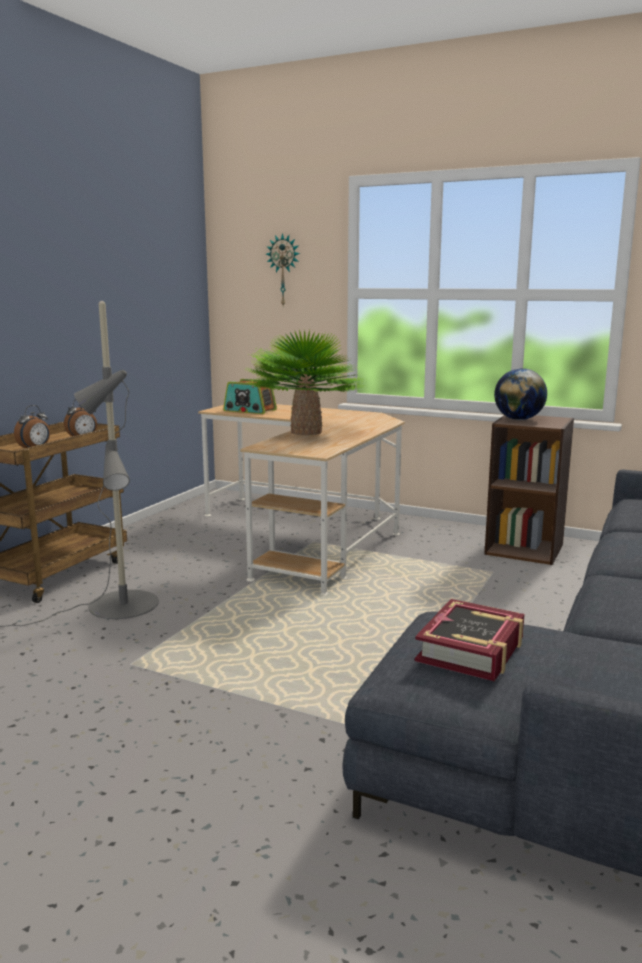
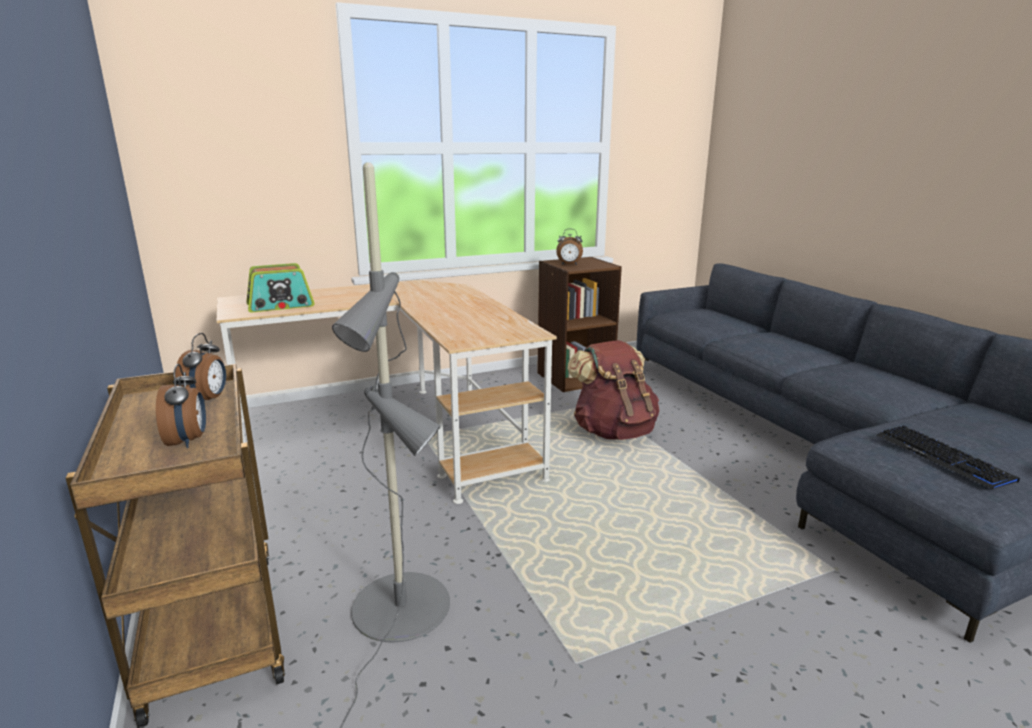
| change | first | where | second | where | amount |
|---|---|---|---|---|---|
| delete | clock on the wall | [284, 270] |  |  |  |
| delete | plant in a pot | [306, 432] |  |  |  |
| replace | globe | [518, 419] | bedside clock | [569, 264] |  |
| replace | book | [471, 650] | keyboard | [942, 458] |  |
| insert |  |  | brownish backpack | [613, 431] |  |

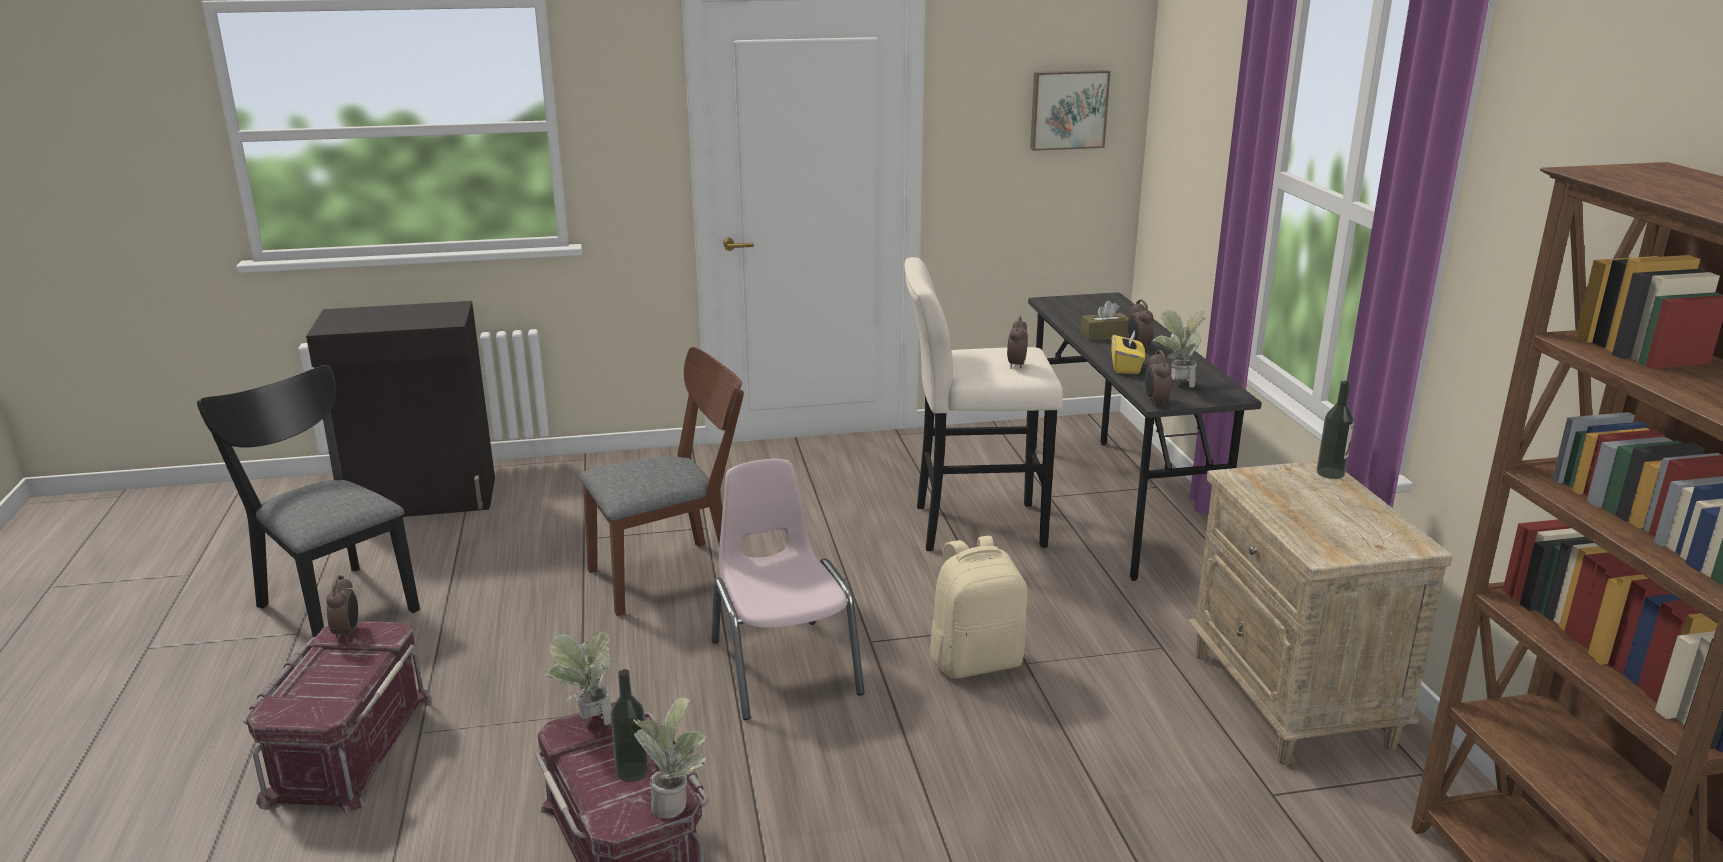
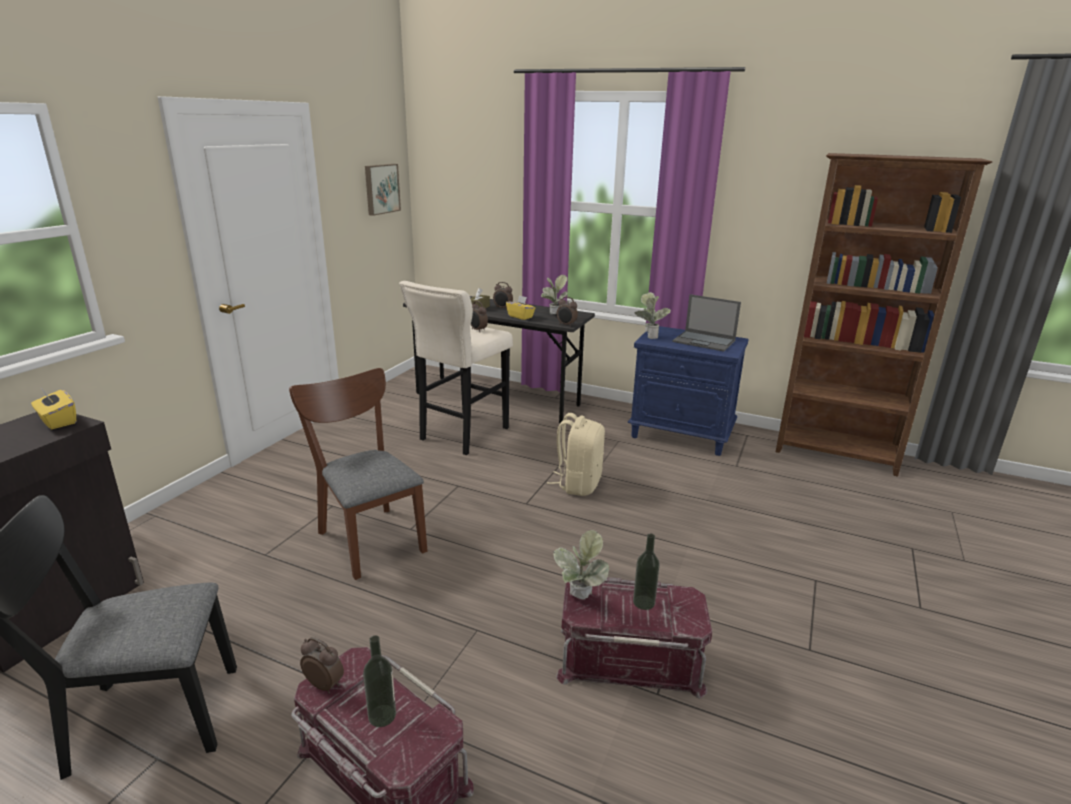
| change | first | where | second | where | amount |
|---|---|---|---|---|---|
| rotate | brownish upright chair | [674, 575] |  | [368, 537] | 45 degrees counterclockwise |
| move | drink bottle | [1330, 473] |  | [382, 715] |  |
| delete | pinkish upright chair | [783, 667] |  |  |  |
| recolor | beige-coloured bedside table | [1292, 700] | blue bedside table | [682, 435] |  |
| move | plant in a pot | [675, 802] |  | [649, 336] |  |
| insert |  |  | notebook computer | [704, 341] |  |
| insert |  |  | yellowish box of tissues | [57, 421] |  |

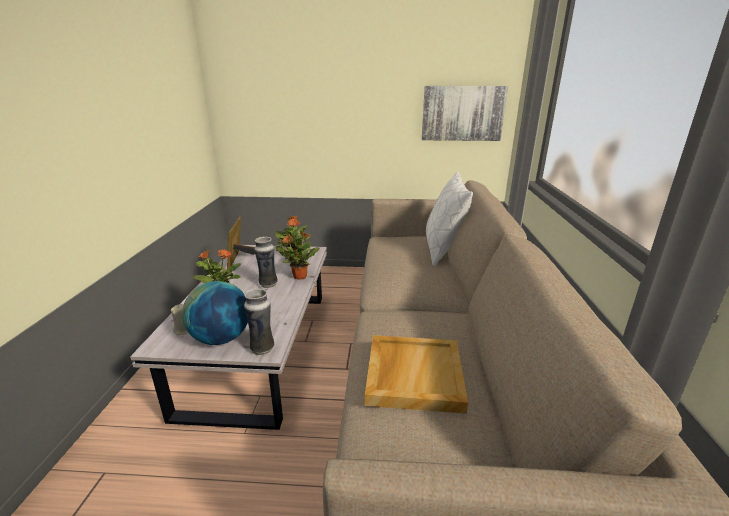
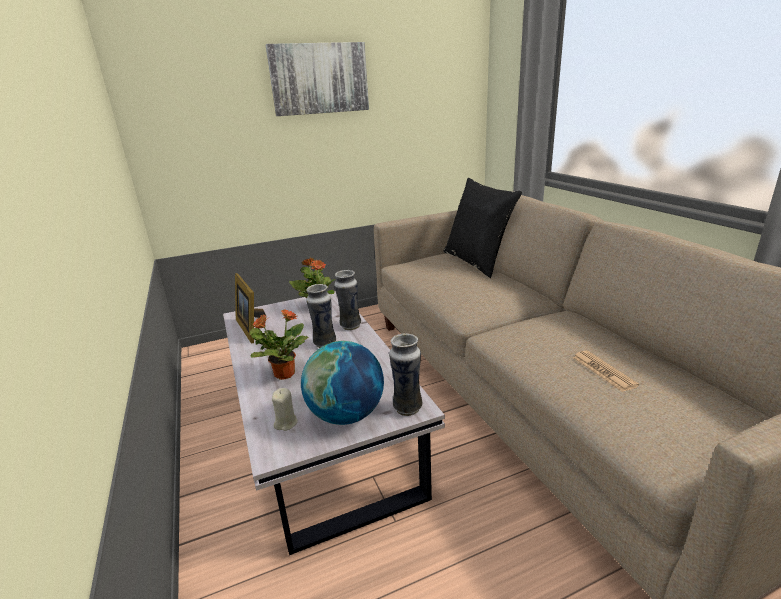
| change | first | where | second | where | amount |
|---|---|---|---|---|---|
| move | wall art | [462, 113] |  | [319, 79] |  |
| recolor | whitish throw pillow | [443, 250] | blackish throw pillow | [477, 261] |  |
| replace | plant in a pot | [299, 276] | vase | [350, 326] |  |
| replace | beige-coloured carrying tray | [413, 374] | newspaper | [603, 371] |  |

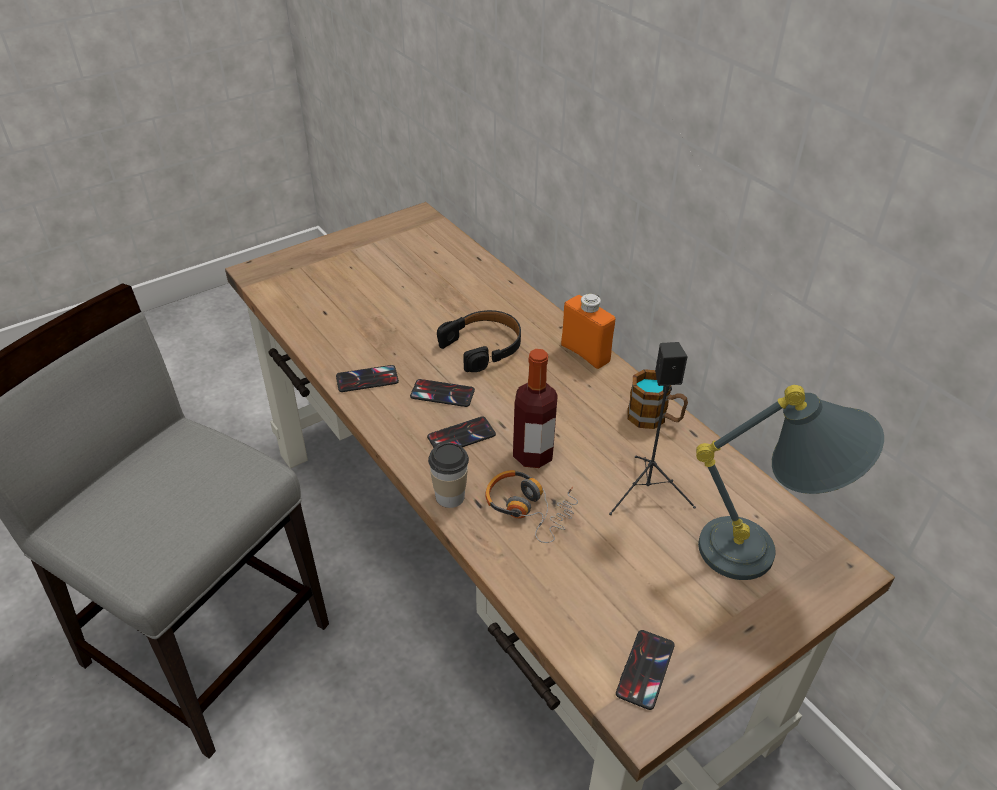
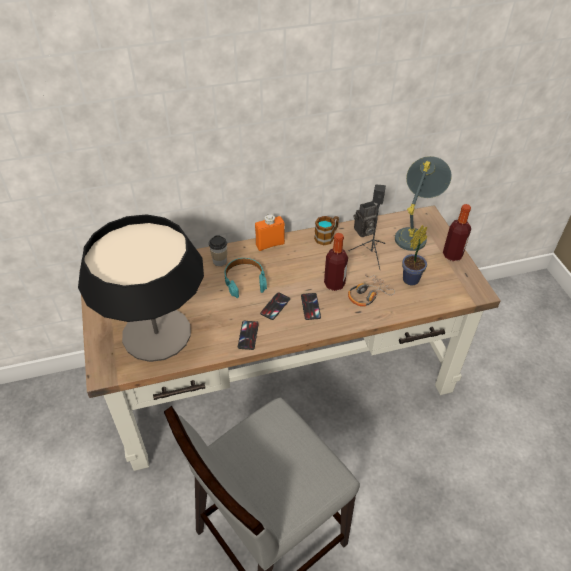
| change | first | where | second | where | amount |
|---|---|---|---|---|---|
| recolor | blackish headset | [483, 346] | turquoise headset | [245, 280] |  |
| move | drinking cup | [450, 496] |  | [219, 261] |  |
| delete | phone | [645, 669] |  |  |  |
| insert |  |  | photo camera | [364, 232] |  |
| insert |  |  | drink bottle | [452, 255] |  |
| insert |  |  | lamp for a table | [157, 333] |  |
| insert |  |  | plant in a pot | [412, 278] |  |

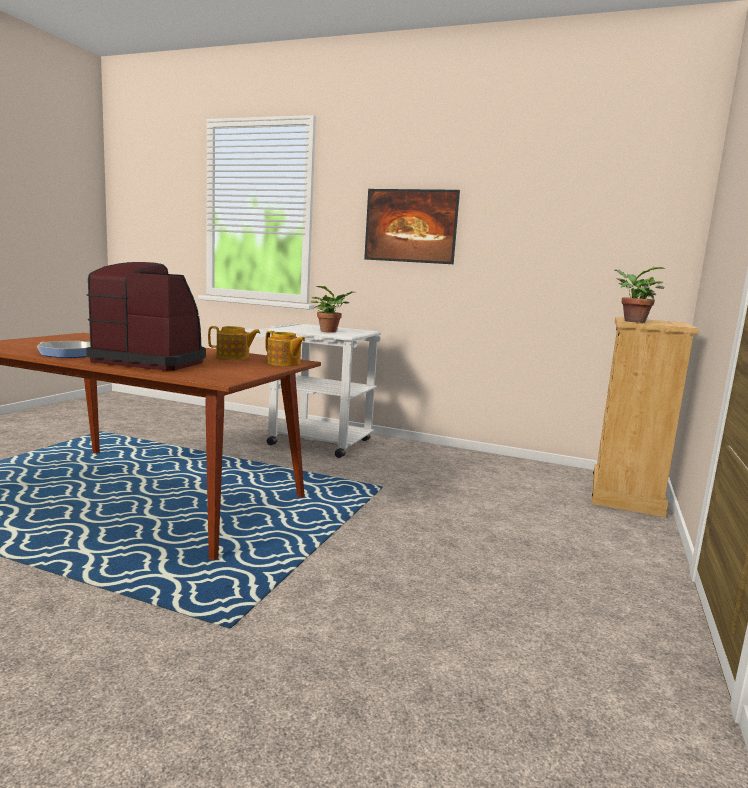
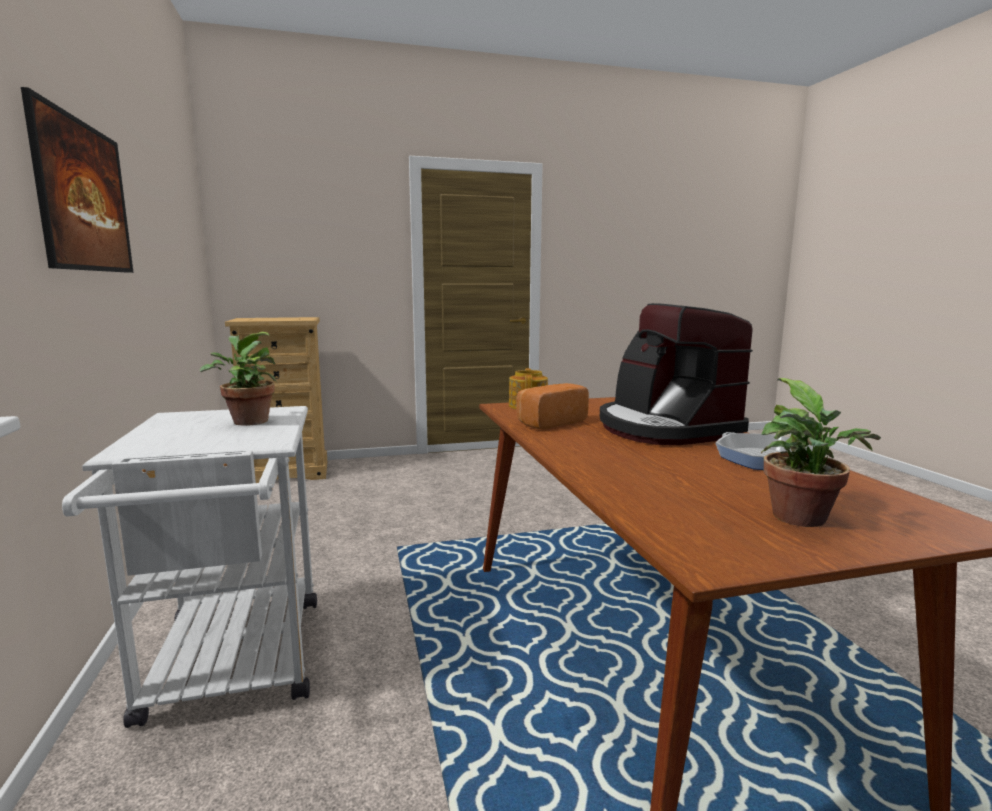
| change | first | where | second | where | amount |
|---|---|---|---|---|---|
| move | plant in a pot | [631, 321] |  | [803, 520] |  |
| replace | teapot | [233, 356] | baked bread | [549, 422] |  |

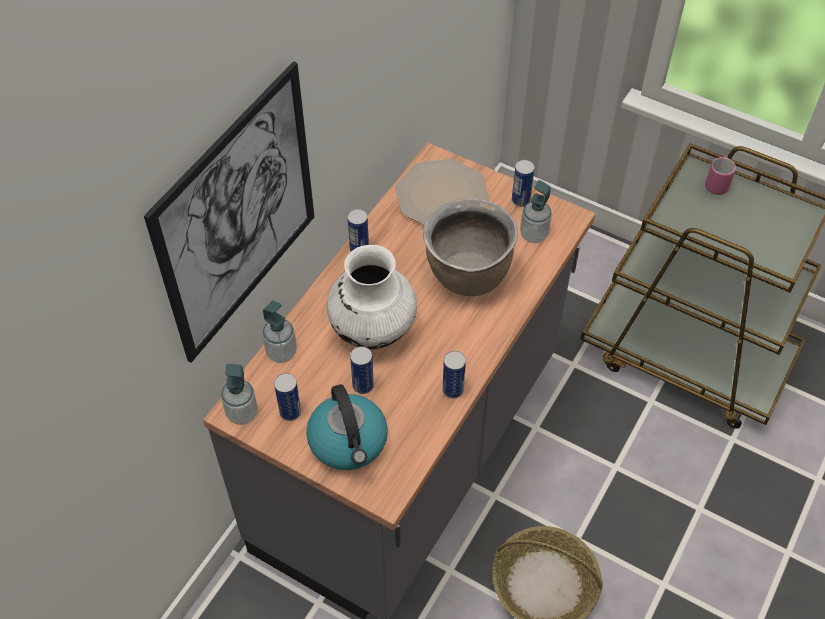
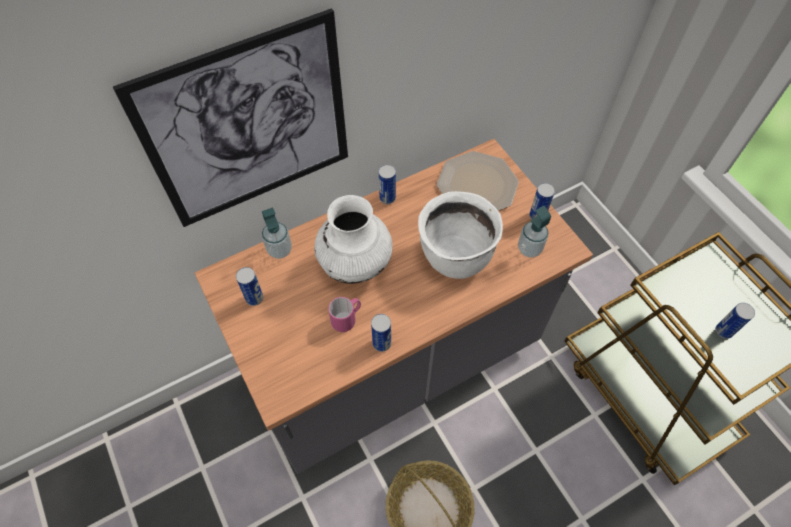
| change | first | where | second | where | amount |
|---|---|---|---|---|---|
| move | pinkish tea mug | [717, 184] |  | [347, 319] |  |
| recolor | brownish stockpot | [467, 275] | whitish stockpot | [455, 256] |  |
| move | can | [363, 385] |  | [723, 331] |  |
| delete | soap dispenser | [242, 413] |  |  |  |
| delete | kettle | [349, 442] |  |  |  |

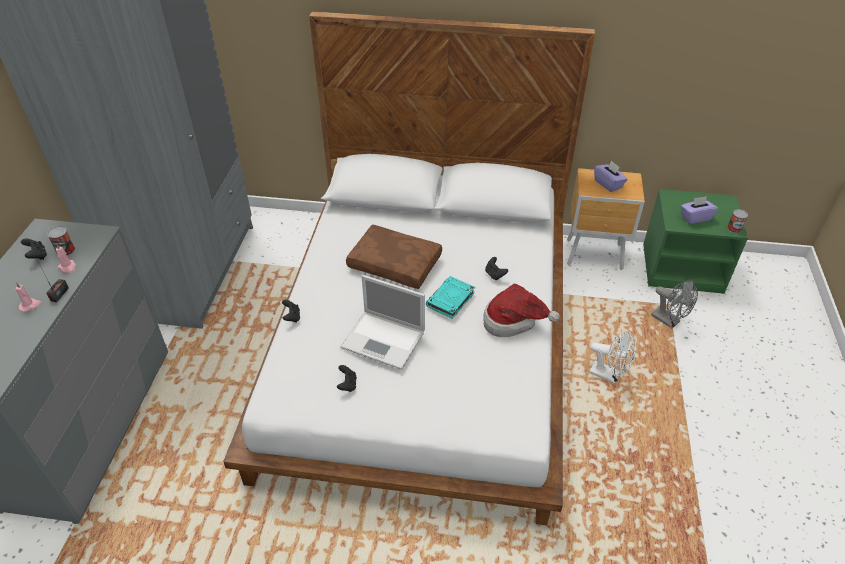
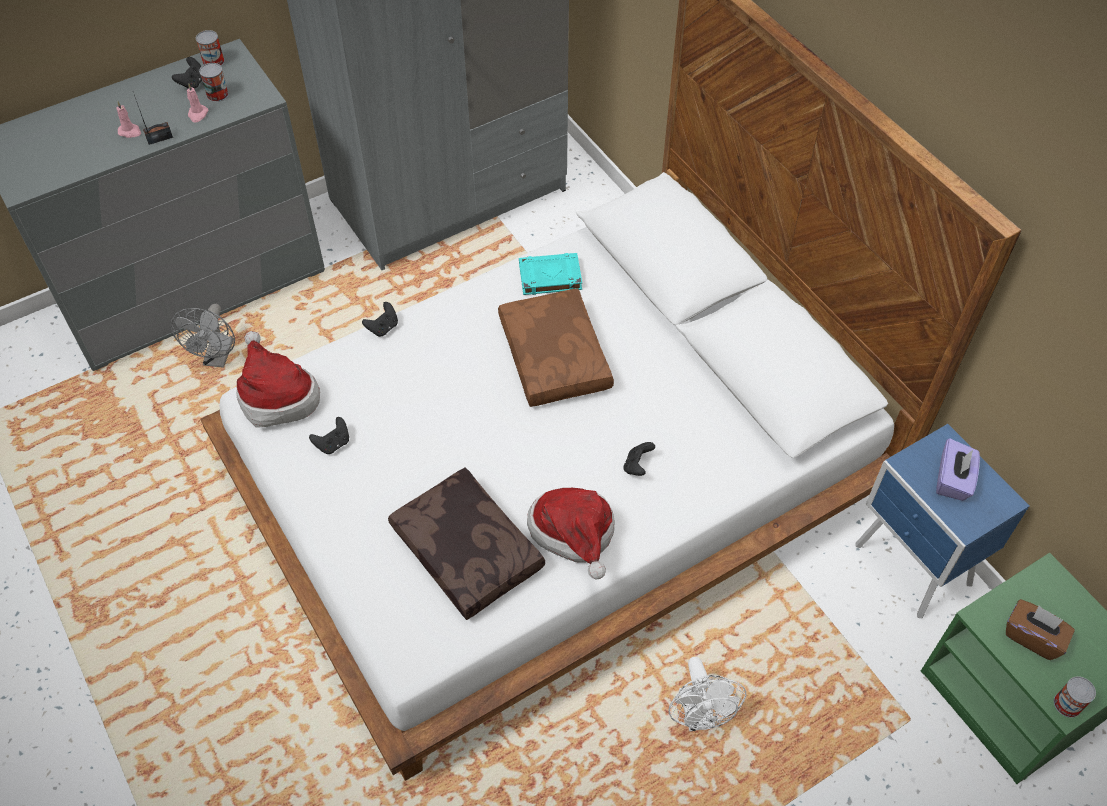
| change | first | where | second | where | amount |
|---|---|---|---|---|---|
| recolor | brownish bedside table | [595, 255] | blue bedside table | [913, 568] |  |
| recolor | purple box of tissues | [695, 218] | brownish box of tissues | [1032, 637] |  |
| delete | notebook computer | [385, 340] |  |  |  |
| move | turquoise book | [450, 300] |  | [549, 277] |  |
| move | gray fan | [669, 321] |  | [217, 358] |  |
| insert |  |  | can | [213, 61] |  |
| insert |  |  | wearable hat | [277, 395] |  |
| insert |  |  | brownish throw pillow | [469, 550] |  |

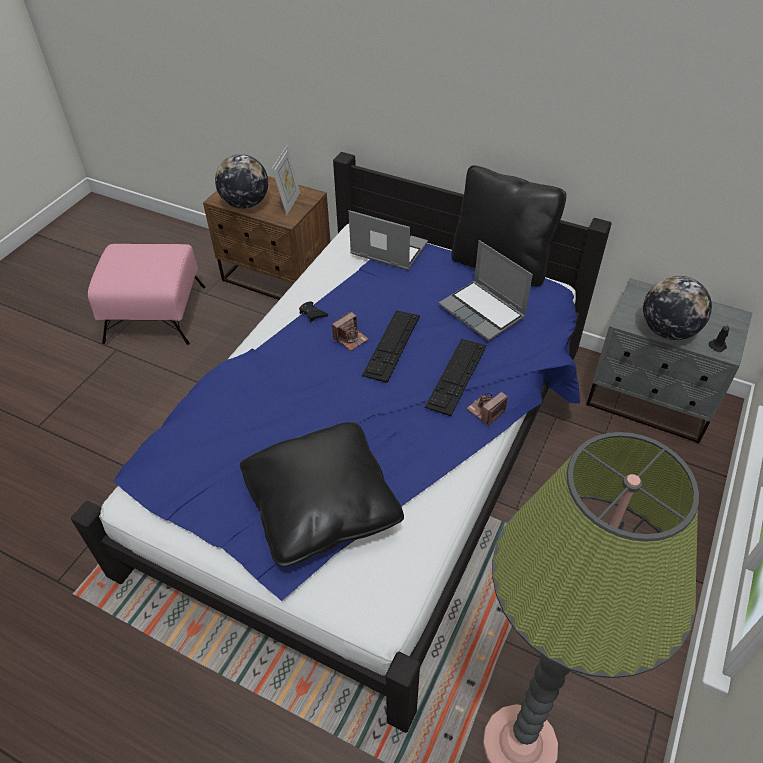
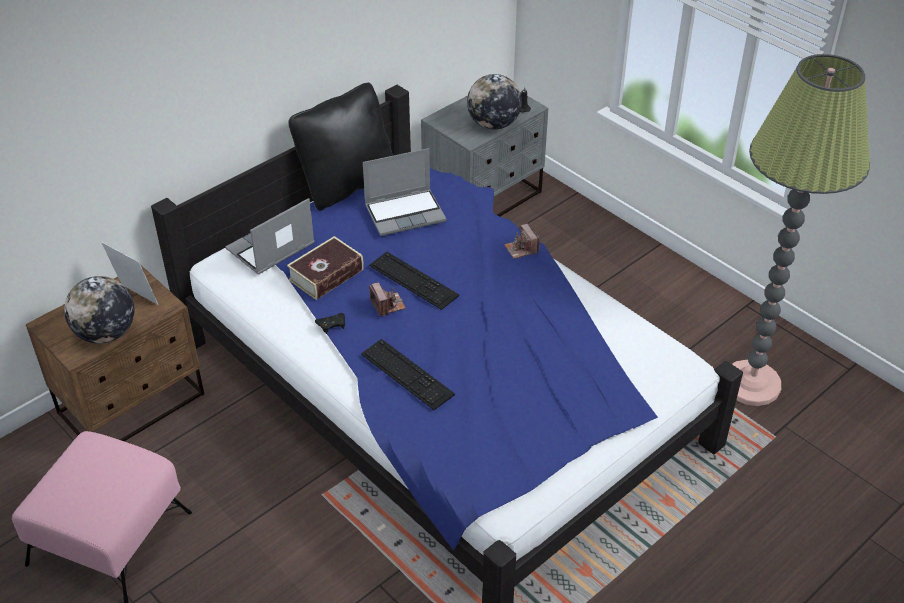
| change | first | where | second | where | amount |
|---|---|---|---|---|---|
| move | keyboard | [456, 376] |  | [407, 374] |  |
| delete | blackish throw pillow | [321, 505] |  |  |  |
| insert |  |  | book | [326, 275] |  |

